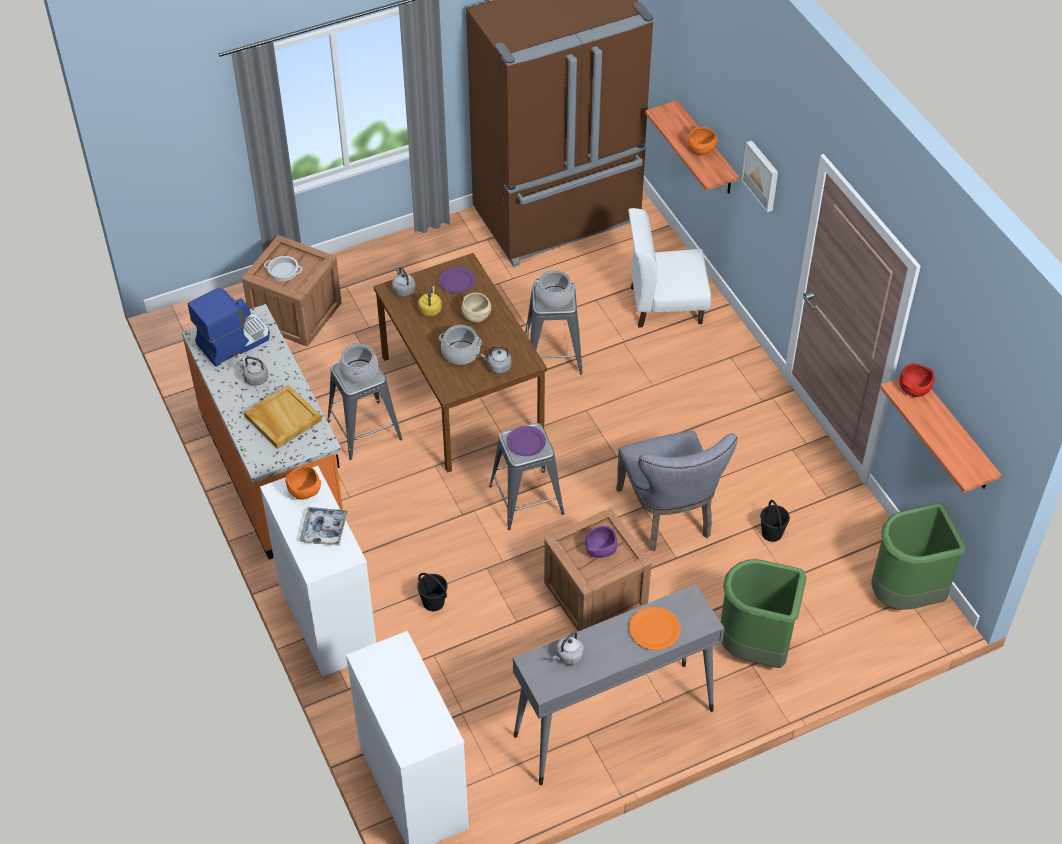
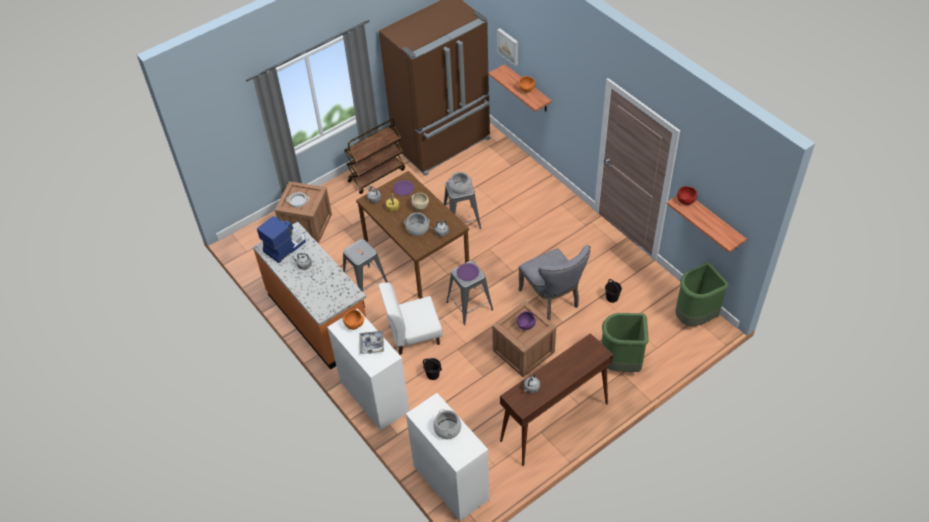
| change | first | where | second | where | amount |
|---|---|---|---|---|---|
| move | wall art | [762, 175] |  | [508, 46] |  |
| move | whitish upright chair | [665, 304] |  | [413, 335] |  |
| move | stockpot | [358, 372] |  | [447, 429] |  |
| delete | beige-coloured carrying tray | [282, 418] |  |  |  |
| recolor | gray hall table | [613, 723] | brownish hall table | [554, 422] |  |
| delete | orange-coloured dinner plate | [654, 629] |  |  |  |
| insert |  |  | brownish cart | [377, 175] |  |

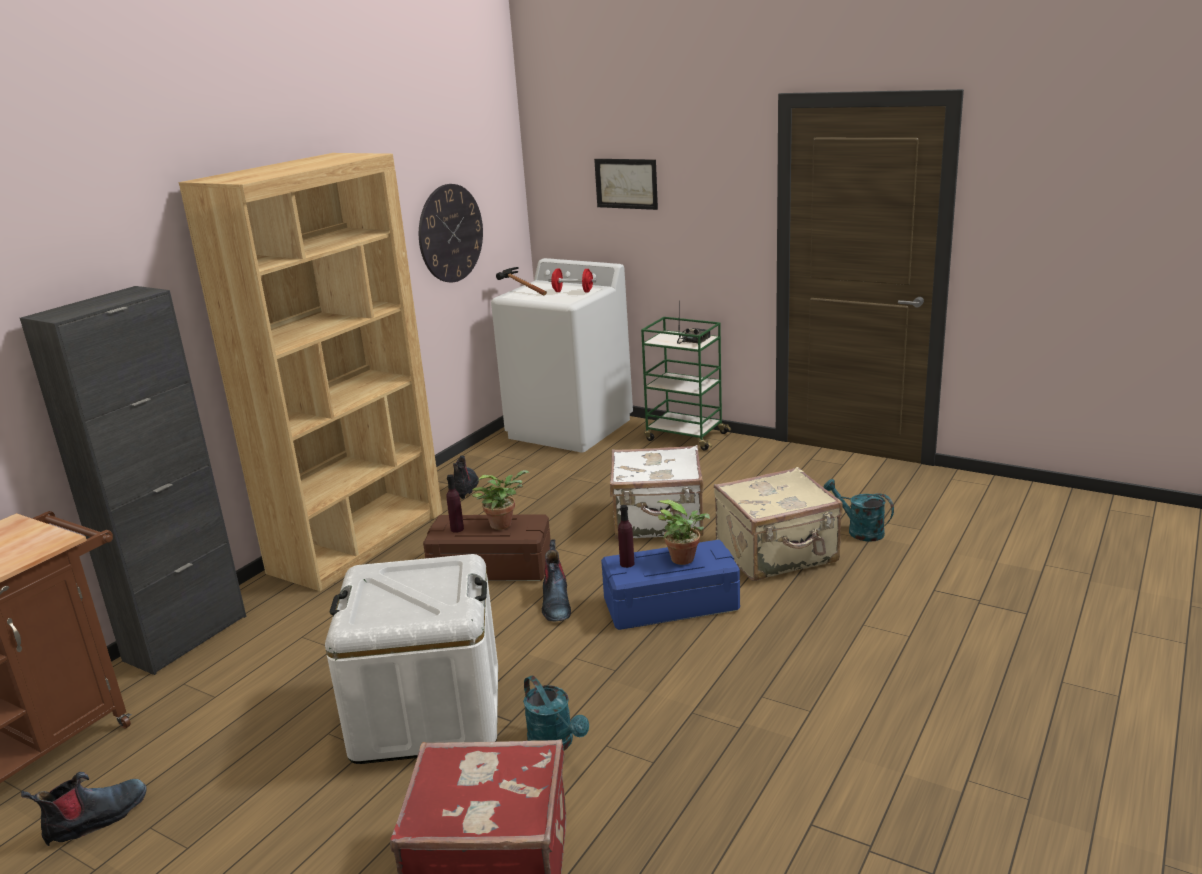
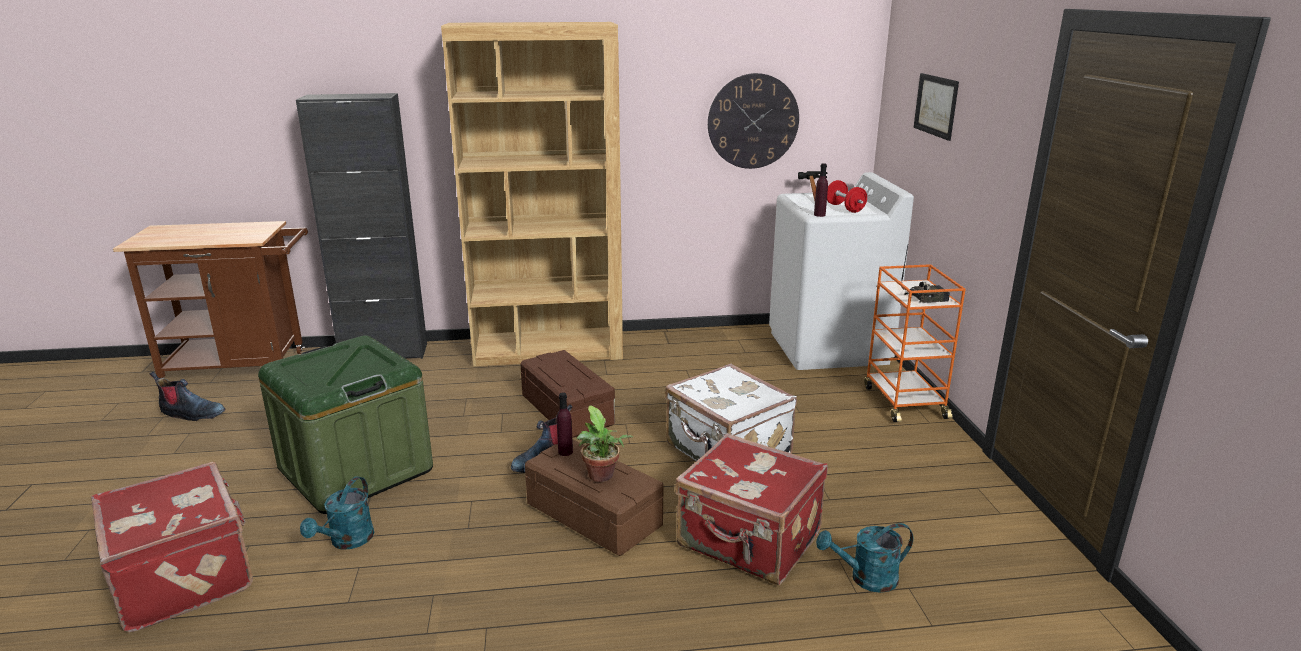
| change | first | where | second | where | amount |
|---|---|---|---|---|---|
| recolor | green cart | [685, 436] | orange-coloured cart | [904, 402] |  |
| delete | boot | [465, 488] |  |  |  |
| recolor | beige-coloured suitcase | [777, 554] | reddish suitcase | [749, 541] |  |
| delete | plant in a pot | [503, 523] |  |  |  |
| move | purple drink bottle | [457, 529] |  | [819, 215] |  |
| rotate | turquoise watering can | [859, 531] |  | [866, 579] | 105 degrees counterclockwise |
| recolor | blue storage box | [671, 604] | brownish storage box | [595, 515] |  |
| recolor | whitish storage box | [427, 712] | green storage box | [356, 469] |  |

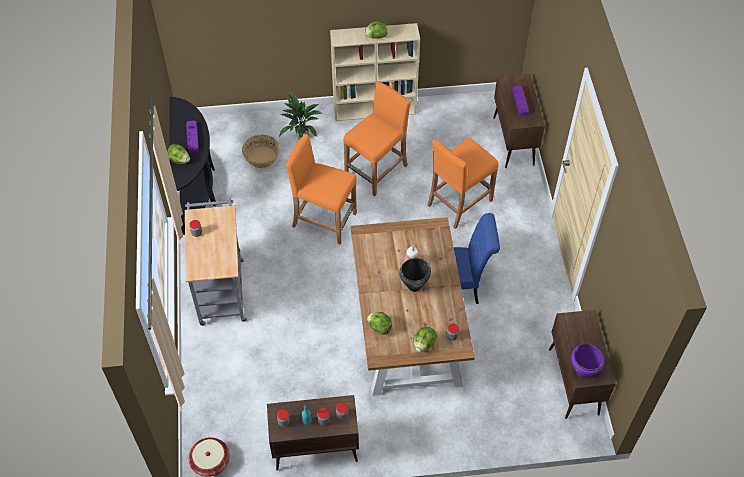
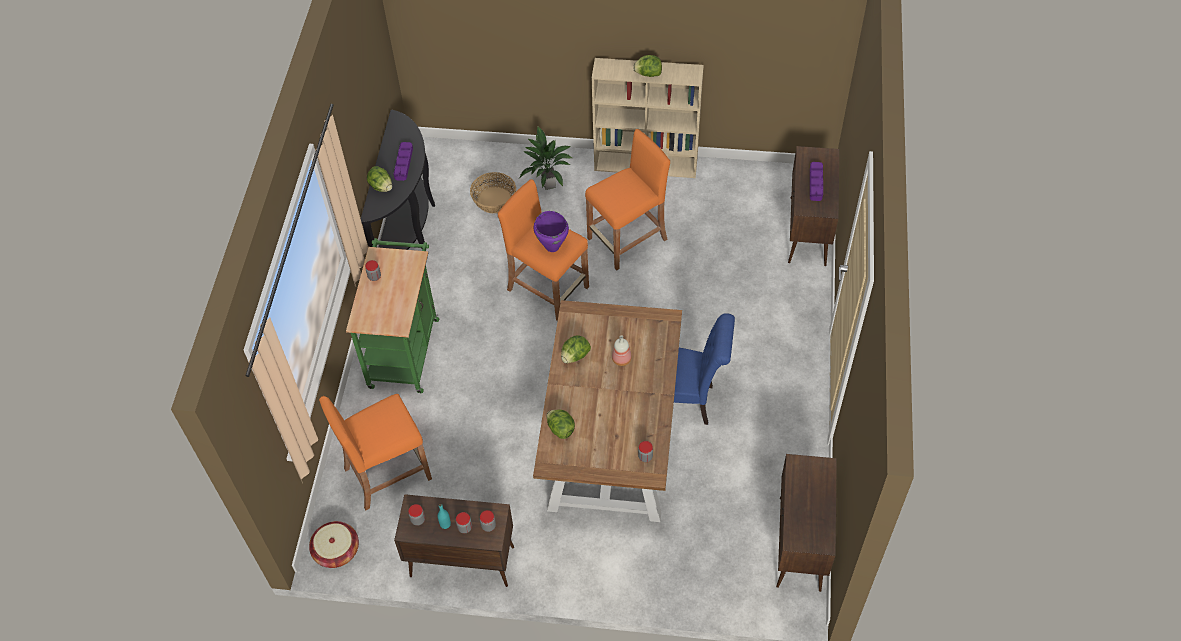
| change | first | where | second | where | amount |
|---|---|---|---|---|---|
| move | orange-coloured stool | [459, 202] |  | [387, 473] |  |
| recolor | gray cart | [221, 287] | green cart | [404, 347] |  |
| delete | blackish stockpot | [414, 286] |  |  |  |
| move | lettuce | [424, 344] |  | [575, 356] |  |
| move | purple stockpot | [582, 372] |  | [552, 246] |  |

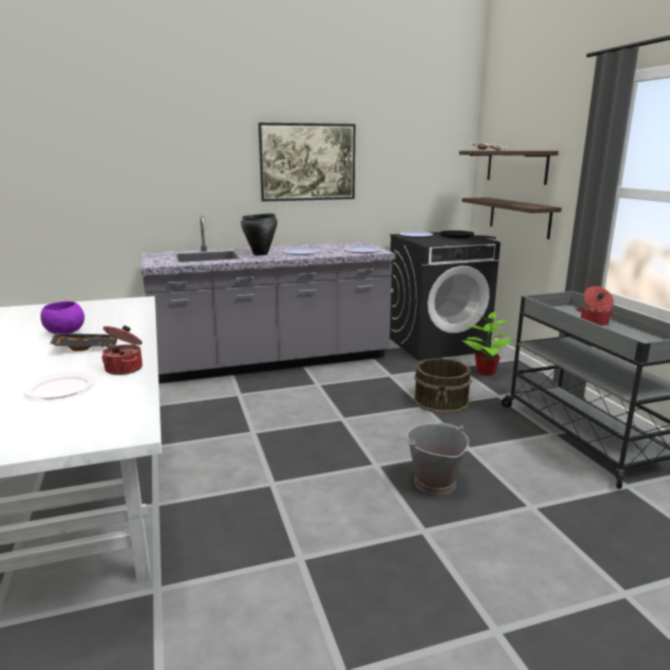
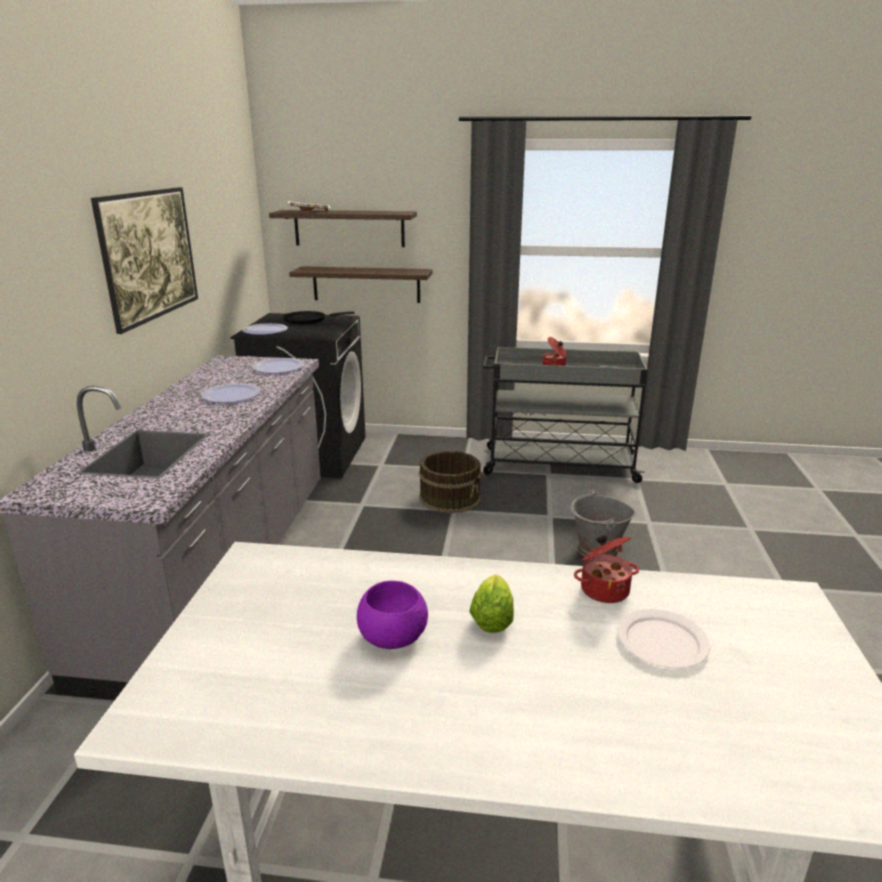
| change | first | where | second | where | amount |
|---|---|---|---|---|---|
| delete | blackish stockpot | [261, 254] |  |  |  |
| delete | plant in a pot | [485, 372] |  |  |  |
| replace | blackish carrying tray | [86, 347] | lettuce | [492, 617] |  |

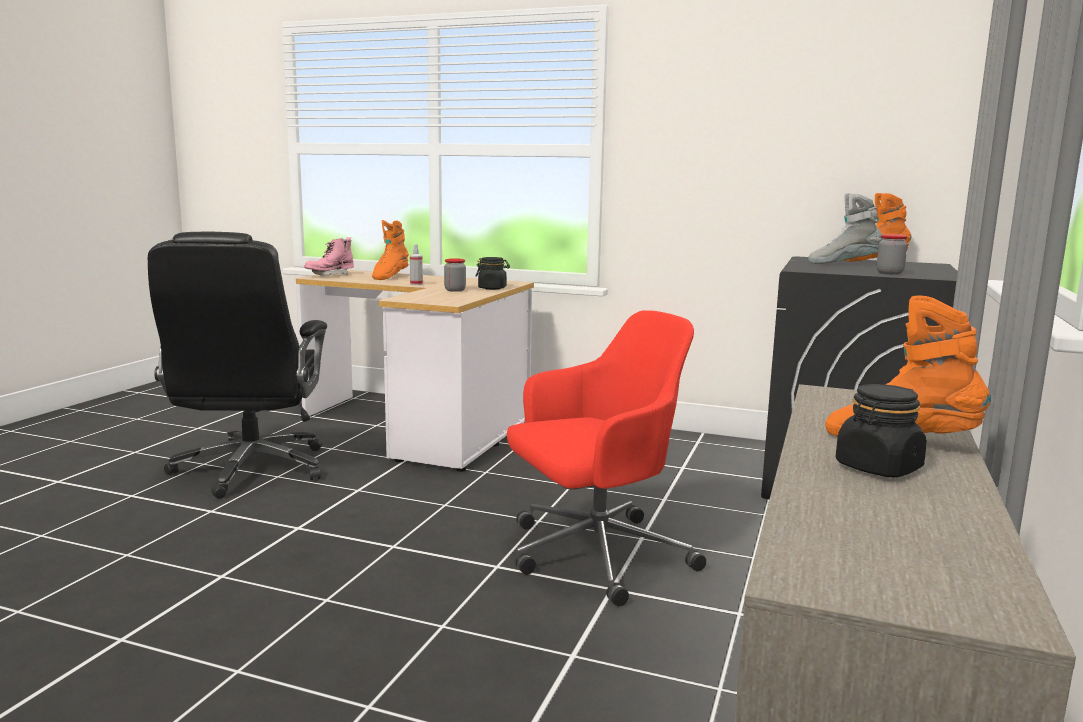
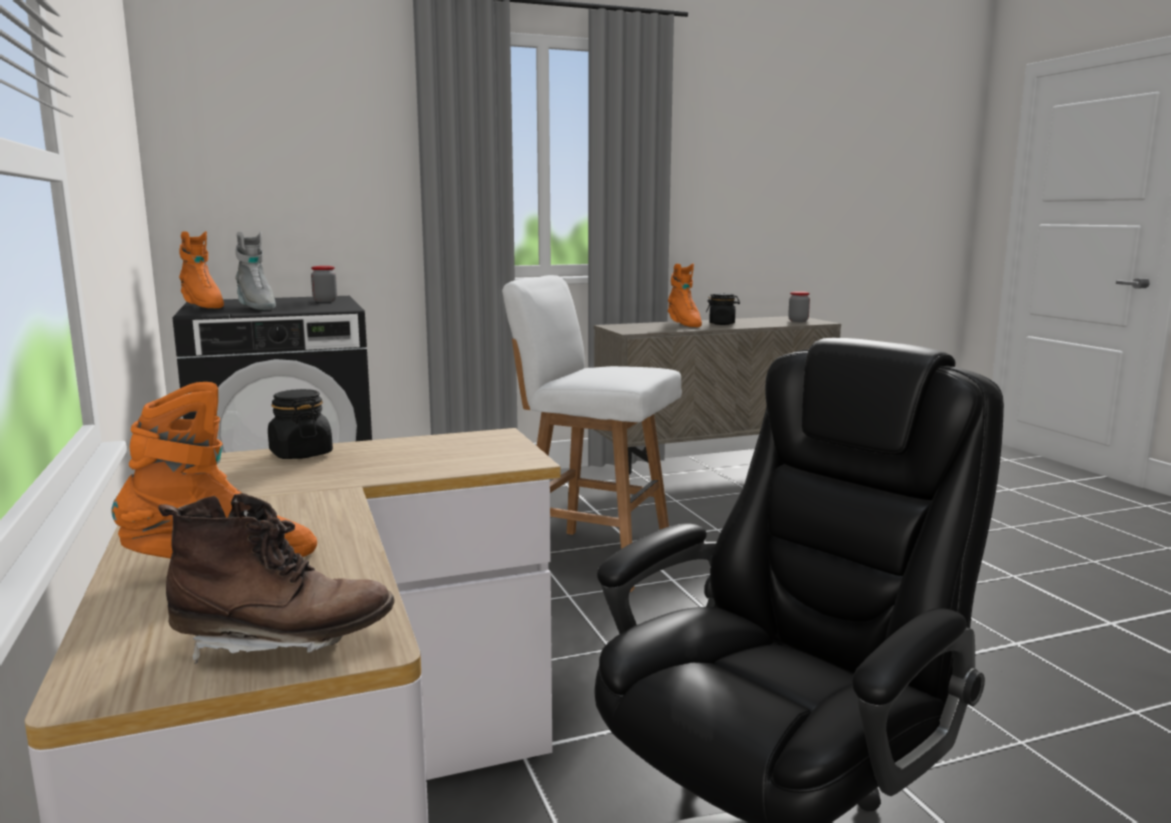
| change | first | where | second | where | amount |
|---|---|---|---|---|---|
| recolor | pinkish boot | [330, 275] | brownish boot | [282, 643] |  |
| delete | sprayer | [416, 284] |  |  |  |
| move | preserve jar | [455, 290] |  | [798, 321] |  |
| replace | reddish office chair | [594, 555] | whitish stool | [593, 558] |  |

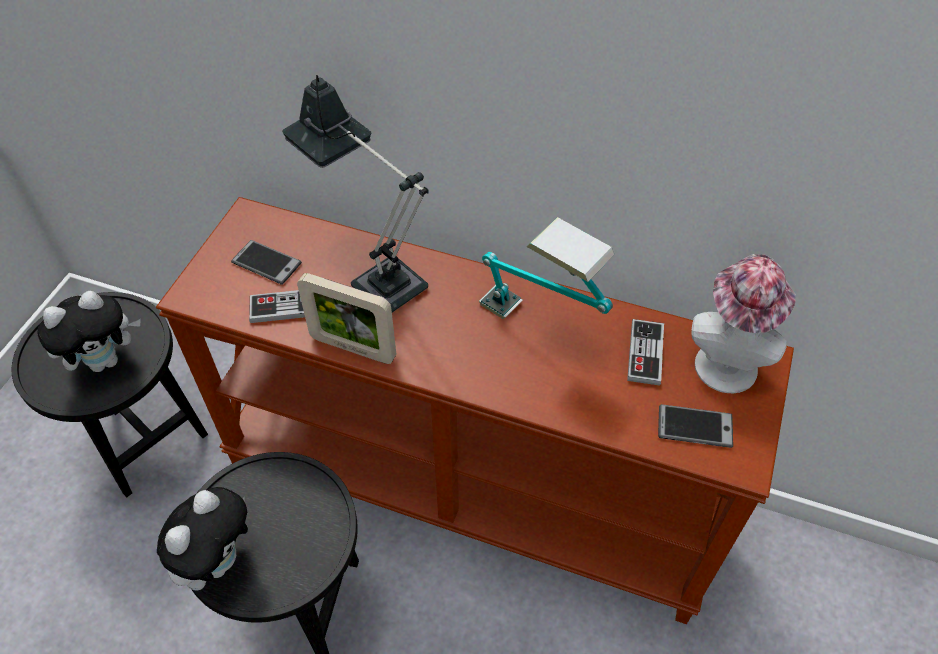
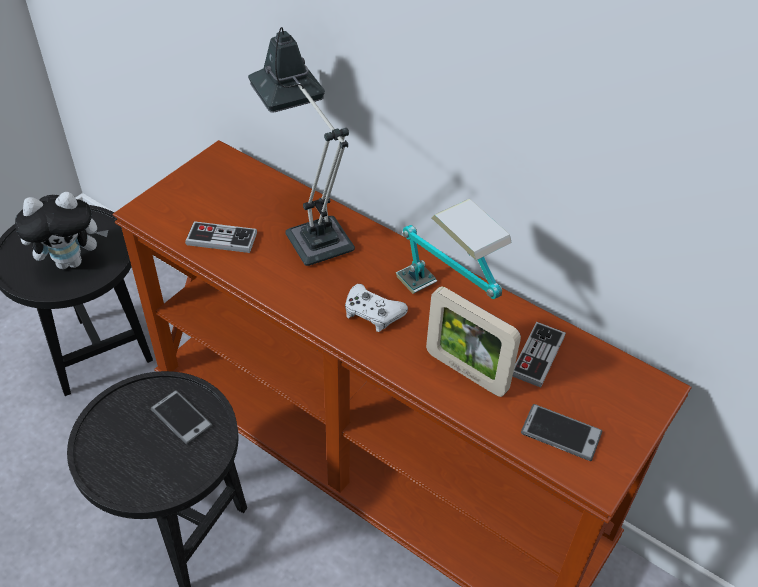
| change | first | where | second | where | amount |
|---|---|---|---|---|---|
| move | phone | [266, 263] |  | [181, 417] |  |
| delete | wearable hat | [726, 360] |  |  |  |
| move | picture frame | [353, 348] |  | [466, 372] |  |
| delete | soft toy | [218, 560] |  |  |  |
| insert |  |  | whitish game controller | [372, 313] |  |

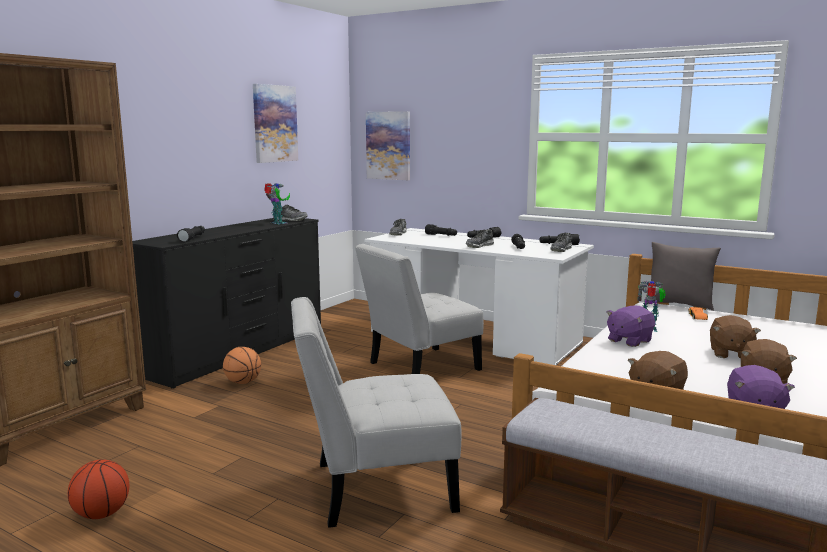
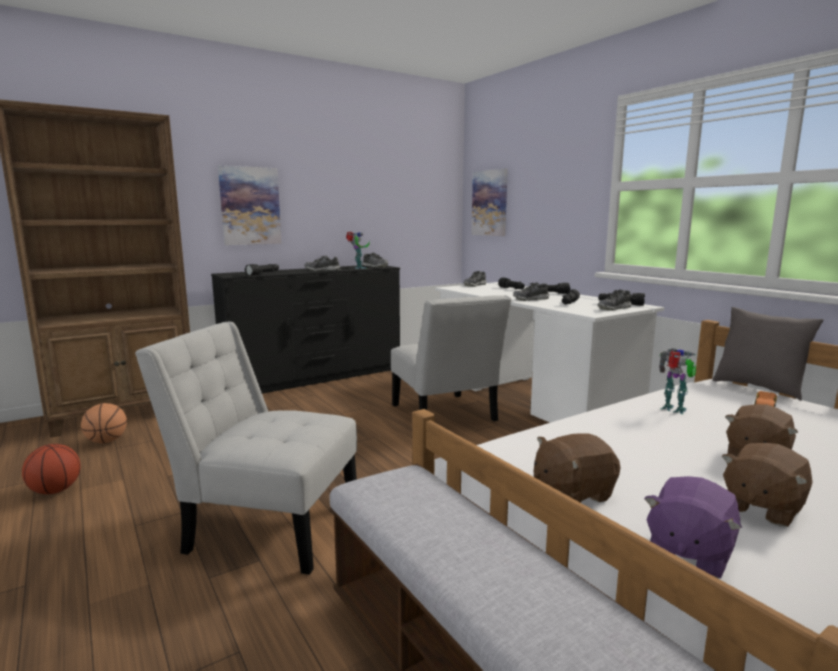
| change | first | where | second | where | amount |
|---|---|---|---|---|---|
| move | wall art | [274, 123] |  | [250, 206] |  |
| rotate | whitish upright chair | [419, 368] |  | [445, 415] | 105 degrees counterclockwise |
| delete | purple soft toy | [629, 341] |  |  |  |
| move | ball for basketball | [243, 382] |  | [106, 441] |  |
| insert |  |  | item of footwear | [322, 270] |  |

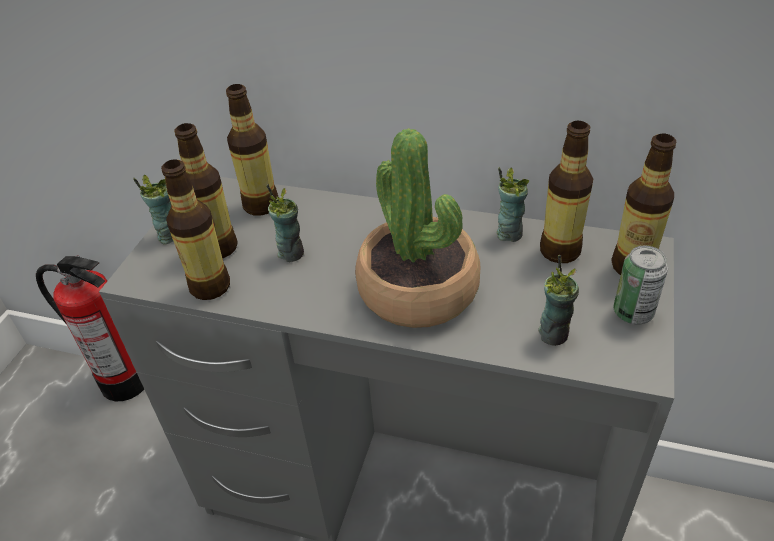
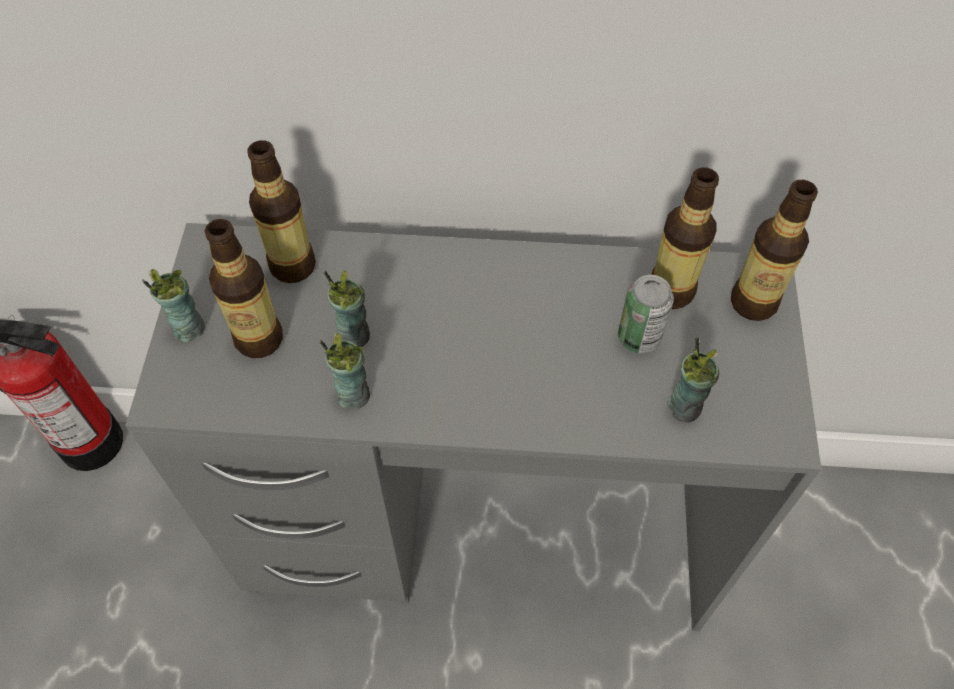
| change | first | where | second | where | amount |
|---|---|---|---|---|---|
| delete | plant in a pot | [418, 290] |  |  |  |
| delete | drink bottle | [210, 287] |  |  |  |
| move | drinking cup | [509, 233] |  | [353, 394] |  |
| move | can | [633, 312] |  | [639, 337] |  |

